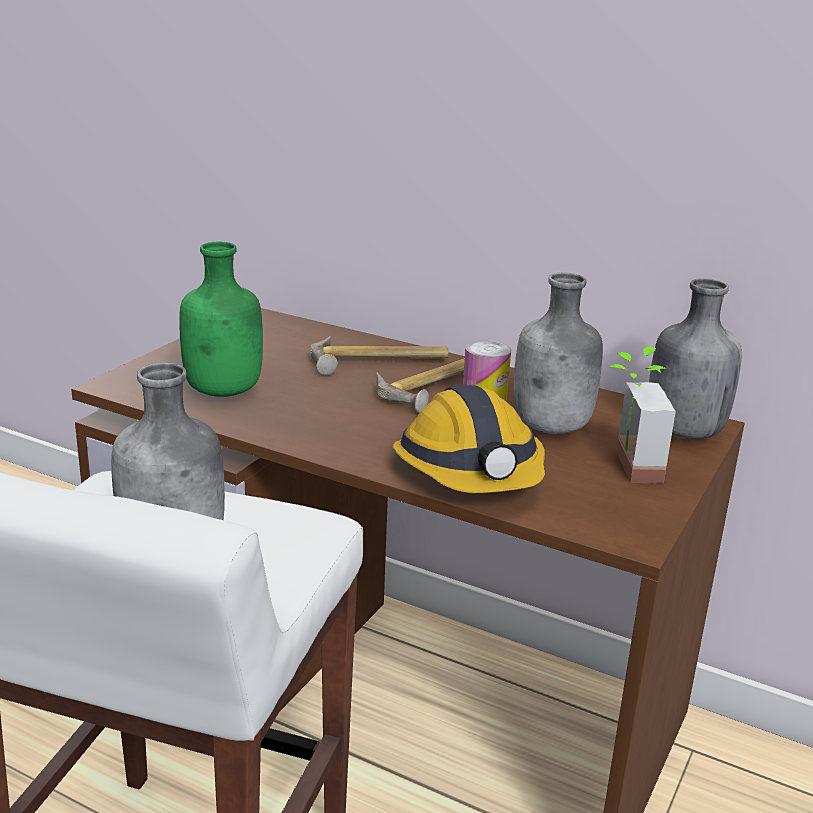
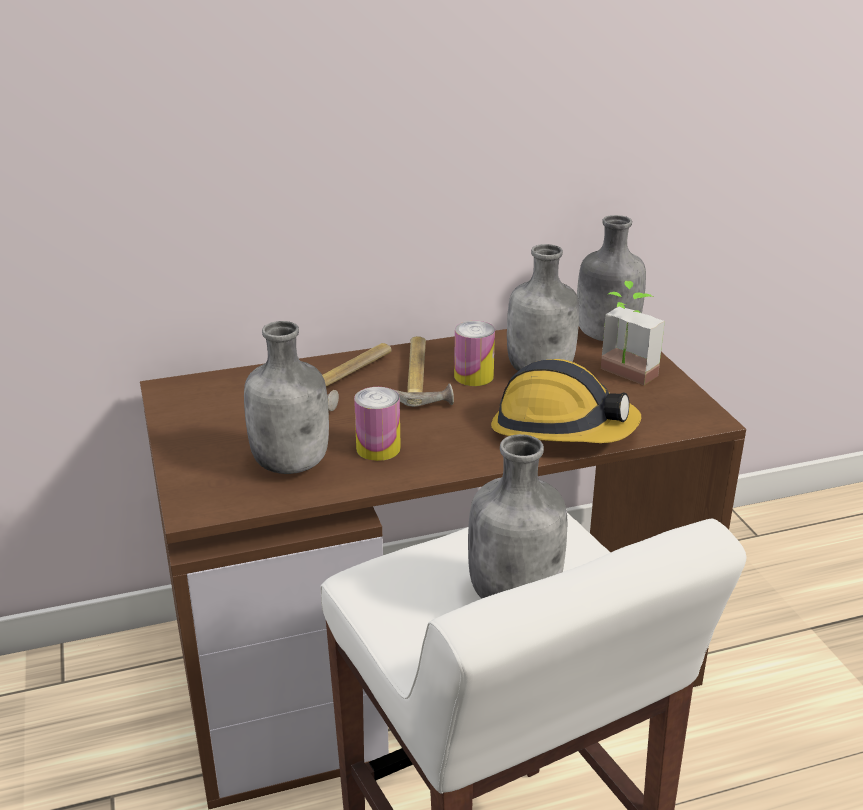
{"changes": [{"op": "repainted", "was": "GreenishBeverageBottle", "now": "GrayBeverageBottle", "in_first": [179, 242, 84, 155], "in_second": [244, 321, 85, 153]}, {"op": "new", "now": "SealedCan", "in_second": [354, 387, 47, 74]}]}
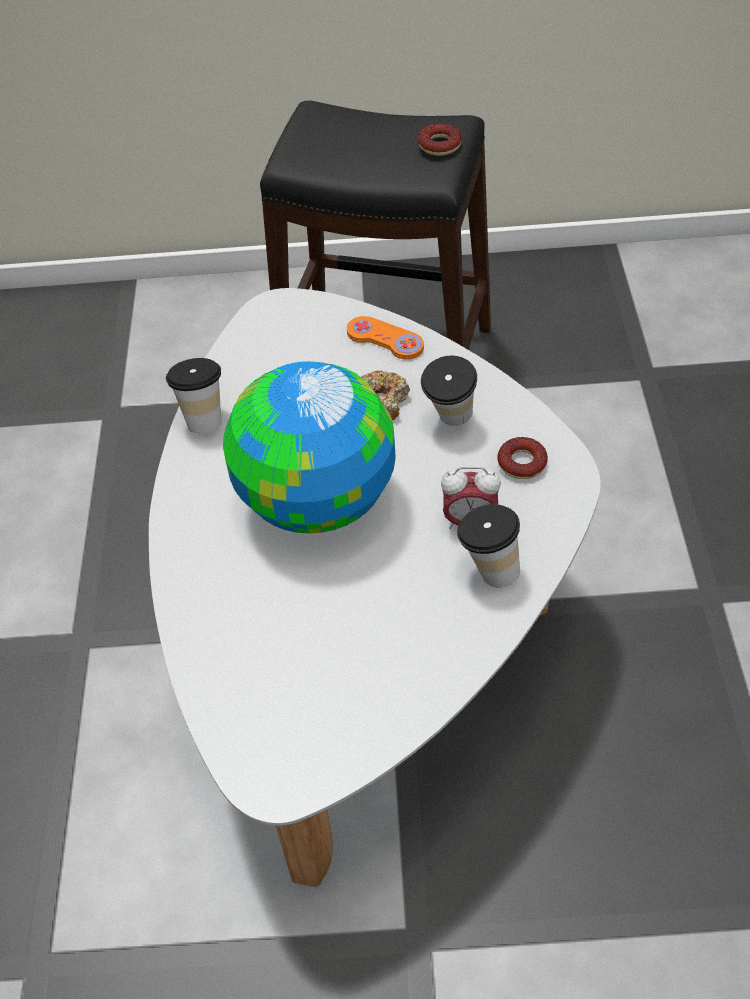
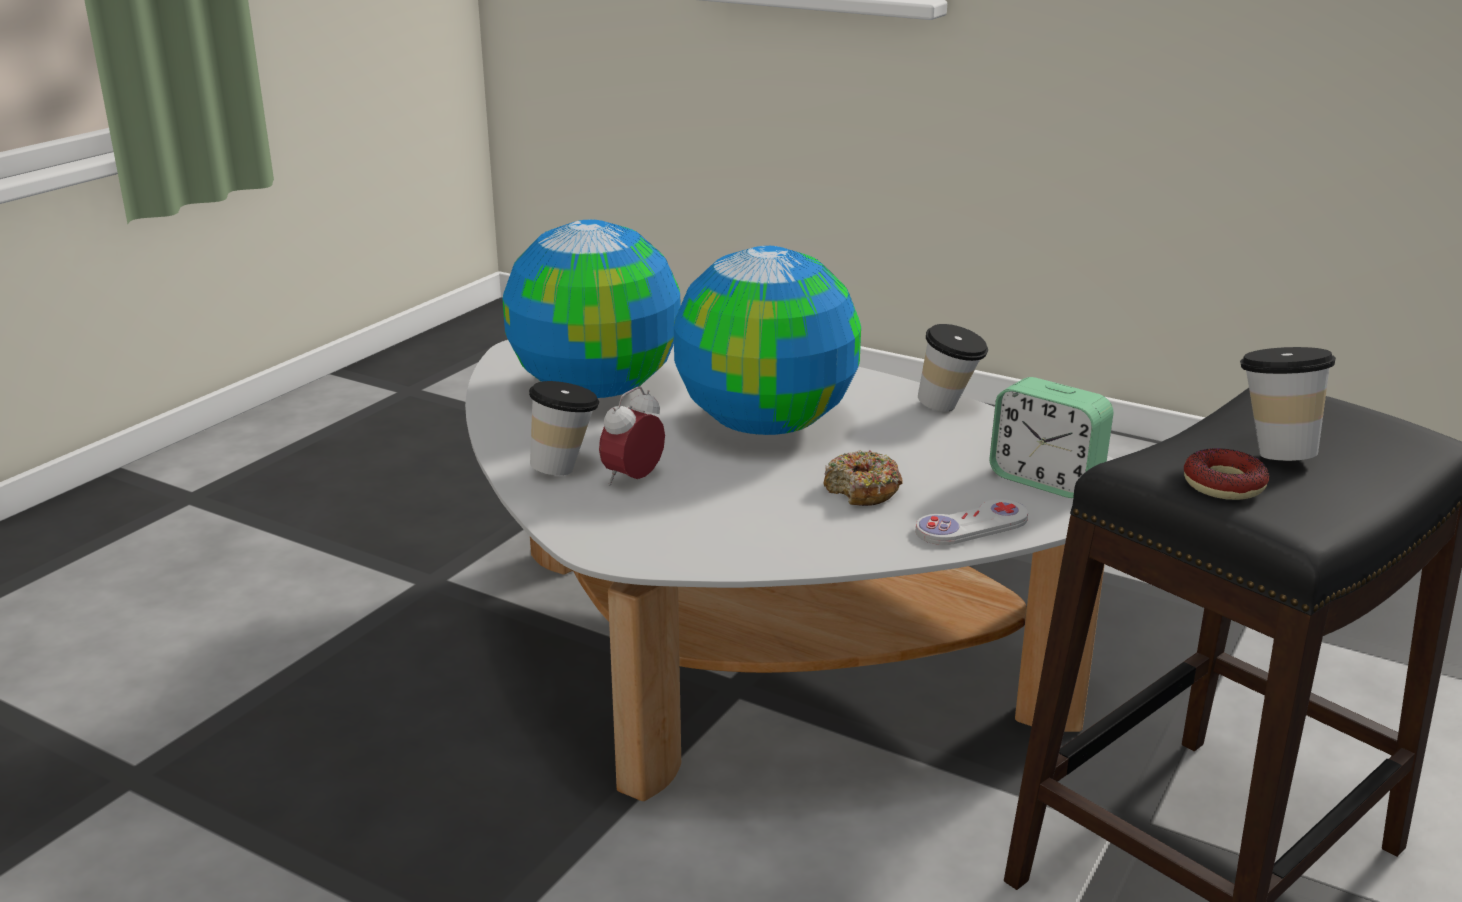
{"changes": [{"op": "new", "now": "DeskGlobe", "in_second": [503, 220, 177, 178]}, {"op": "repainted", "was": "OrangeyJoypad", "now": "WhitishJoypad", "in_first": [347, 316, 77, 43], "in_second": [916, 499, 112, 46]}, {"op": "new", "now": "BedsideClock", "in_second": [989, 377, 125, 121]}, {"op": "shifted", "was": "Cup", "in_first": [421, 355, 56, 71], "in_second": [1240, 347, 96, 114]}, {"op": "gone", "was": "Donut", "in_first": [497, 437, 51, 42]}]}
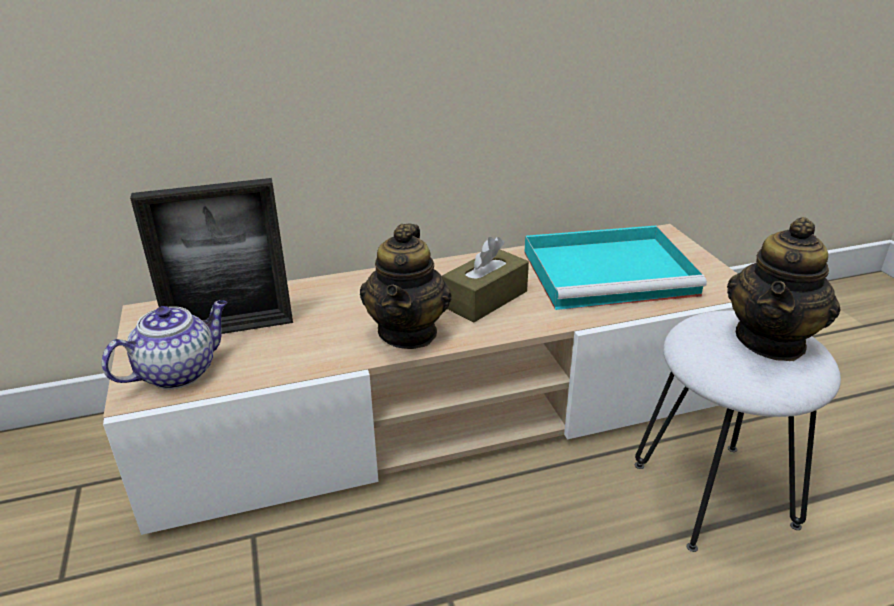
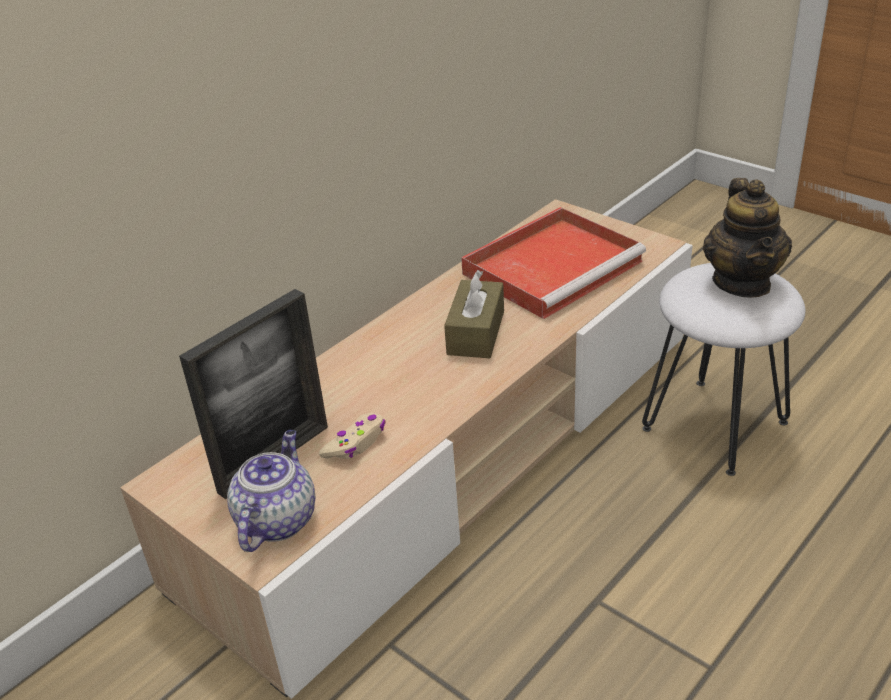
{"changes": [{"op": "new", "now": "BeigeJoypad", "in_second": [319, 413, 66, 46]}, {"op": "repainted", "was": "TurquoiseTray", "now": "RedColouredTray", "in_first": [524, 226, 183, 84], "in_second": [461, 207, 185, 112]}, {"op": "gone", "was": "PotForTea", "in_first": [360, 223, 92, 126]}]}
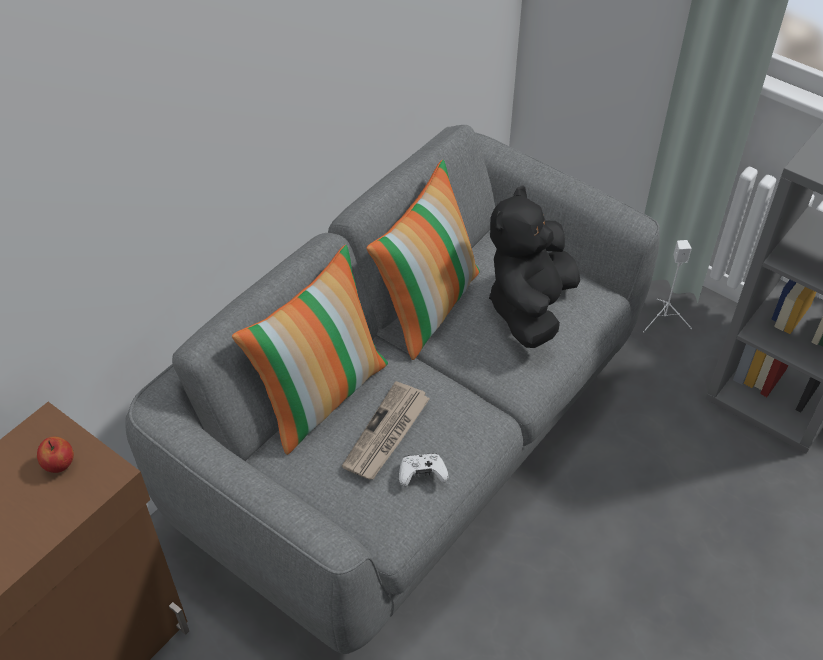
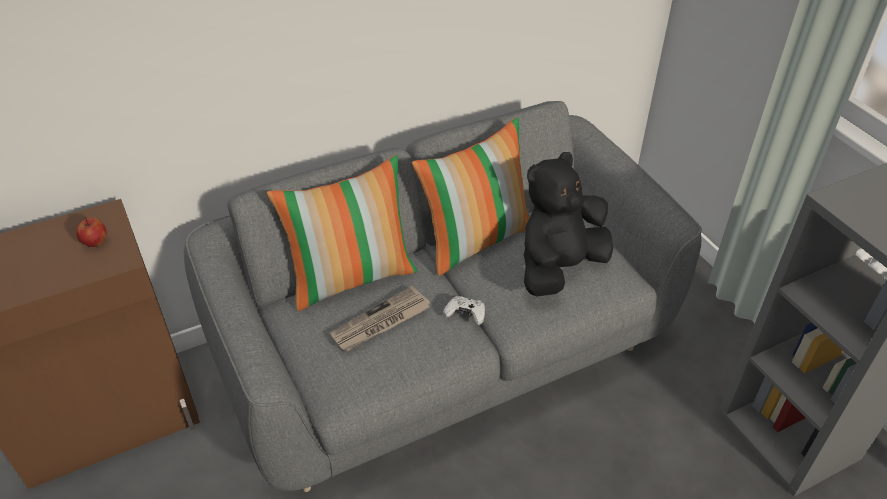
{"changes": [{"op": "shifted", "was": "WhitishJoypad", "in_first": [399, 453, 50, 34], "in_second": [443, 296, 42, 29]}, {"op": "gone", "was": "WhitishSpeaker", "in_first": [643, 240, 49, 92]}]}
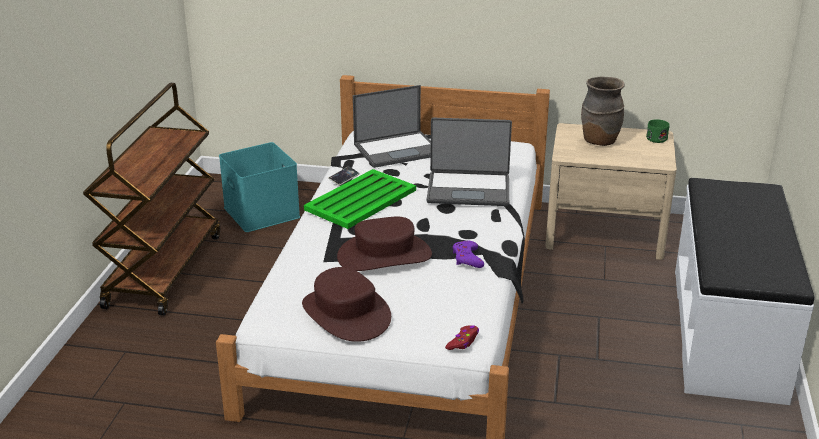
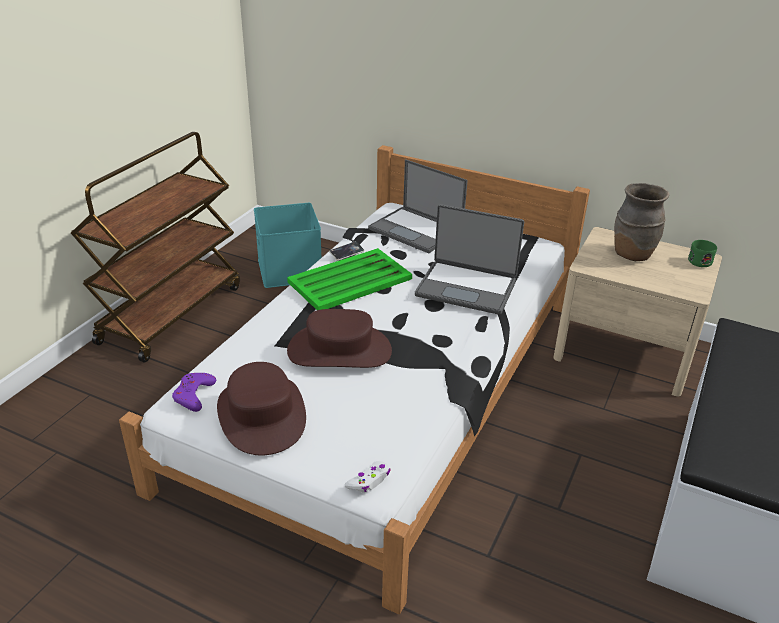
{"changes": [{"op": "shifted", "was": "PurpleColouredJoypad", "in_first": [453, 241, 31, 27], "in_second": [172, 373, 44, 39]}, {"op": "repainted", "was": "RedColouredJoypad", "now": "WhitishJoypad", "in_first": [445, 325, 34, 25], "in_second": [345, 461, 45, 31]}, {"op": "rotated", "was": "PortableComputer", "in_first": [353, 85, 78, 83], "in_second": [368, 159, 100, 94], "clockwise": 45}]}
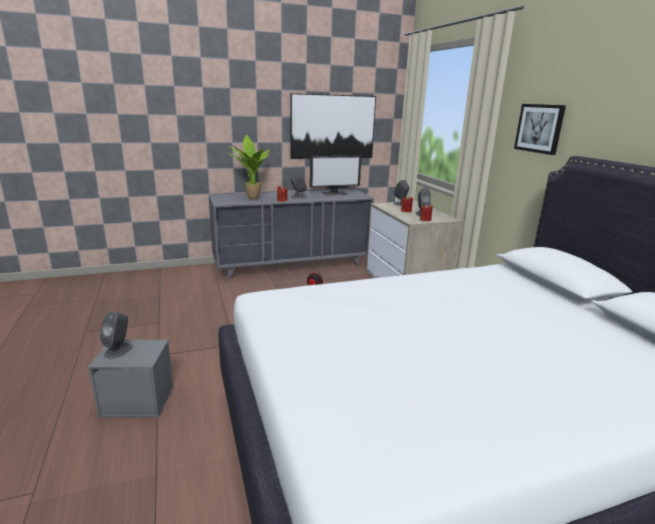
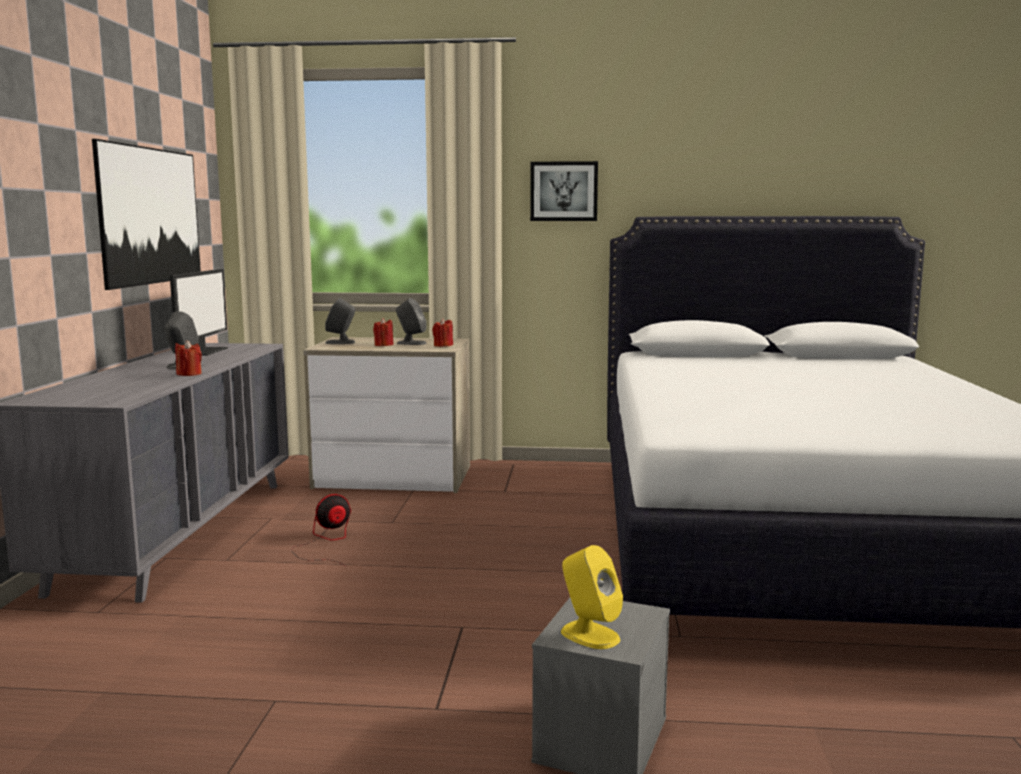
{"changes": [{"op": "repainted", "was": "GraySpeaker", "now": "YellowSpeaker", "in_first": [100, 312, 33, 47], "in_second": [561, 545, 62, 104]}, {"op": "gone", "was": "PottedPlant", "in_first": [228, 135, 42, 64]}]}
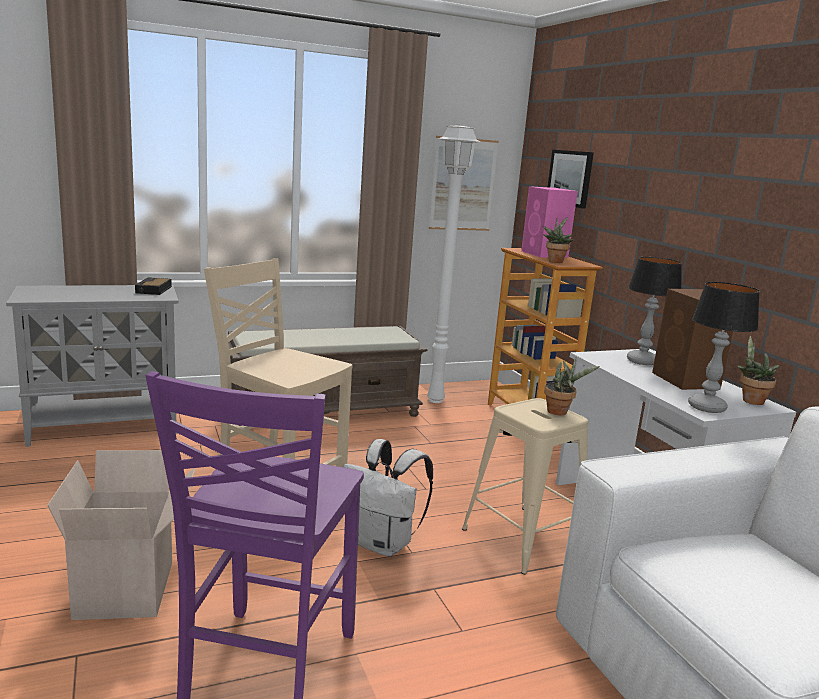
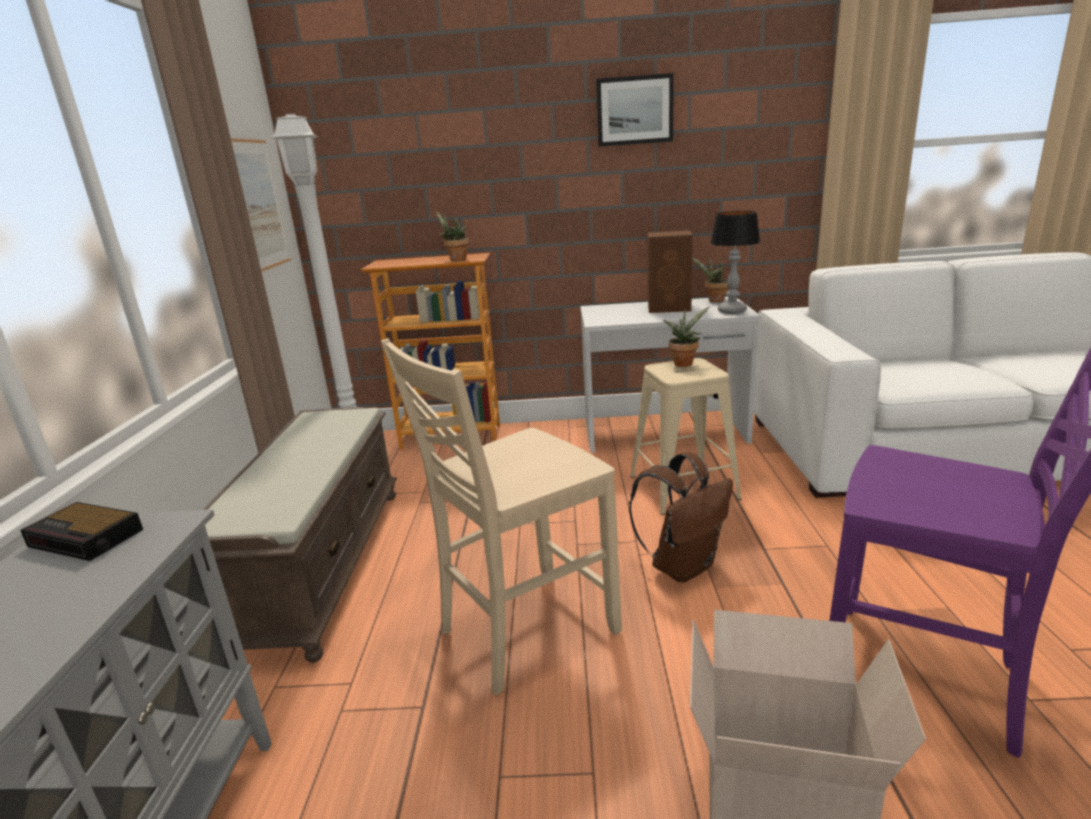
{"changes": [{"op": "shifted", "was": "WallPicture", "in_first": [548, 150, 46, 59], "in_second": [596, 73, 78, 74]}, {"op": "repainted", "was": "WhitishRucksack", "now": "BrownRucksack", "in_first": [344, 439, 89, 117], "in_second": [629, 452, 104, 130]}, {"op": "gone", "was": "PinkColouredSpeaker", "in_first": [521, 186, 57, 72]}, {"op": "gone", "was": "TabletopLamp", "in_first": [627, 257, 55, 108]}]}
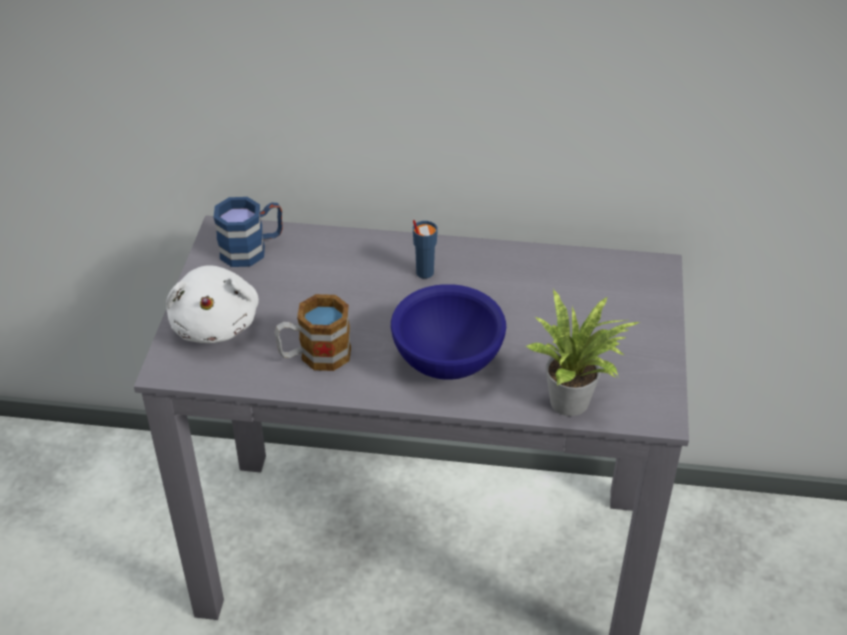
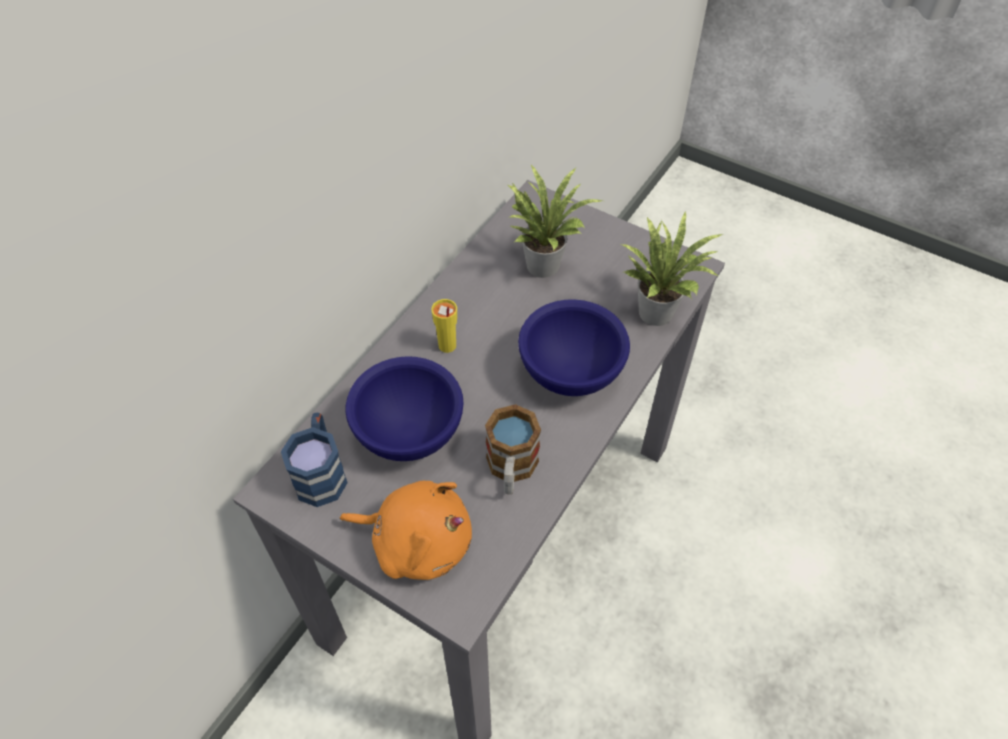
{"changes": [{"op": "repainted", "was": "WhitishSoftToy", "now": "OrangeySoftToy", "in_first": [166, 265, 93, 78], "in_second": [340, 481, 132, 99]}, {"op": "new", "now": "BluishServingBowl", "in_second": [345, 356, 119, 105]}, {"op": "repainted", "was": "BluishCup", "now": "YellowCup", "in_first": [413, 220, 25, 59], "in_second": [431, 299, 26, 54]}, {"op": "new", "now": "PottedPlant", "in_second": [507, 165, 96, 113]}]}
